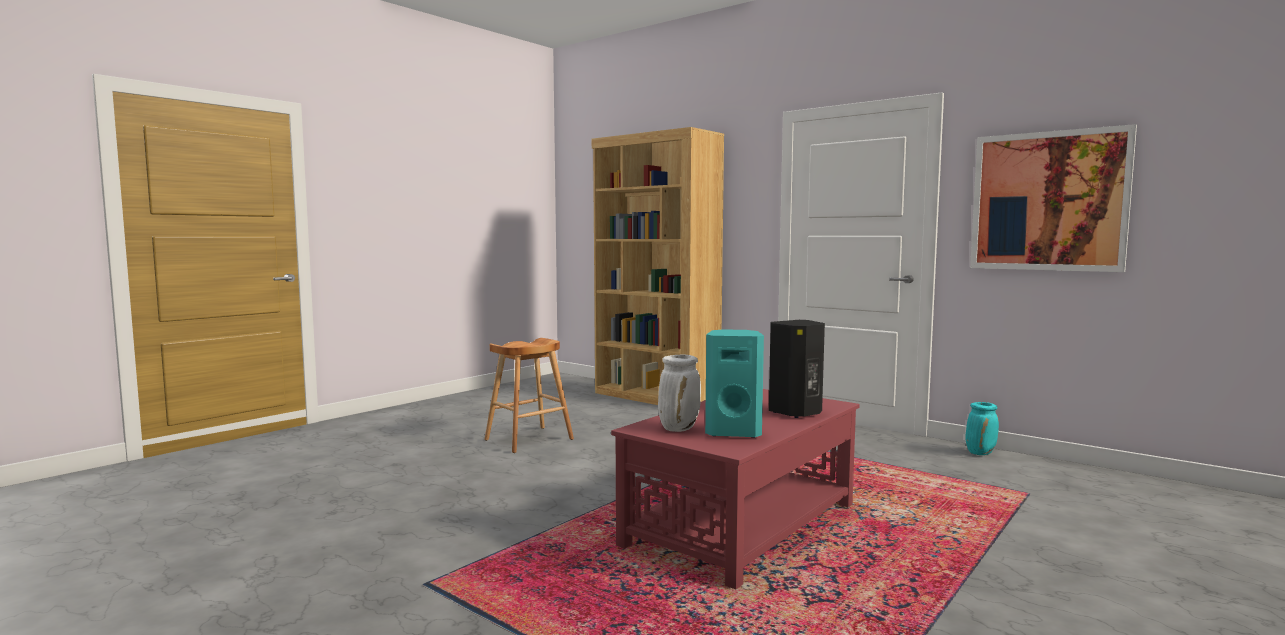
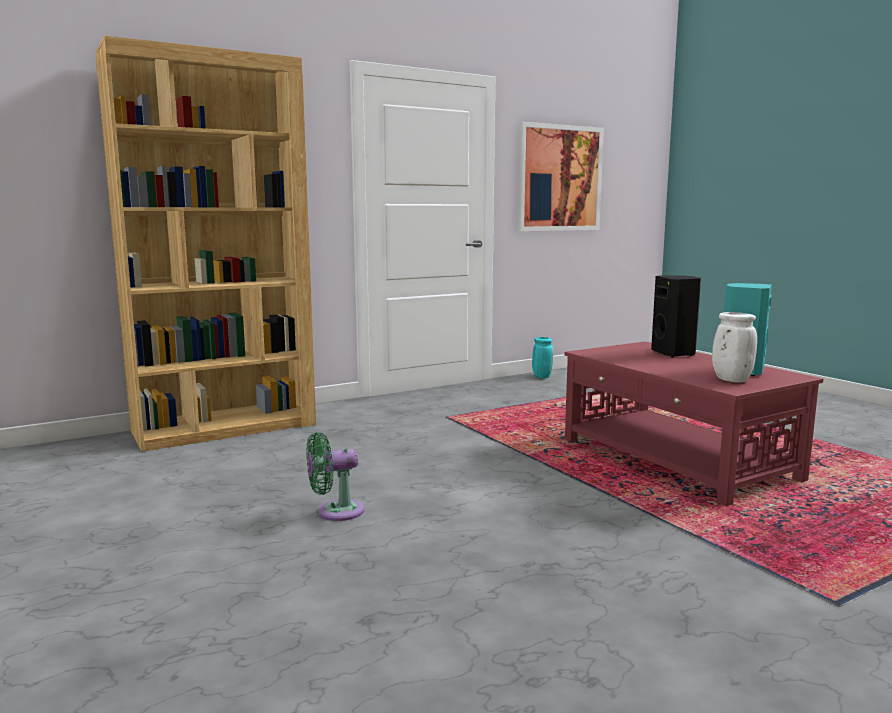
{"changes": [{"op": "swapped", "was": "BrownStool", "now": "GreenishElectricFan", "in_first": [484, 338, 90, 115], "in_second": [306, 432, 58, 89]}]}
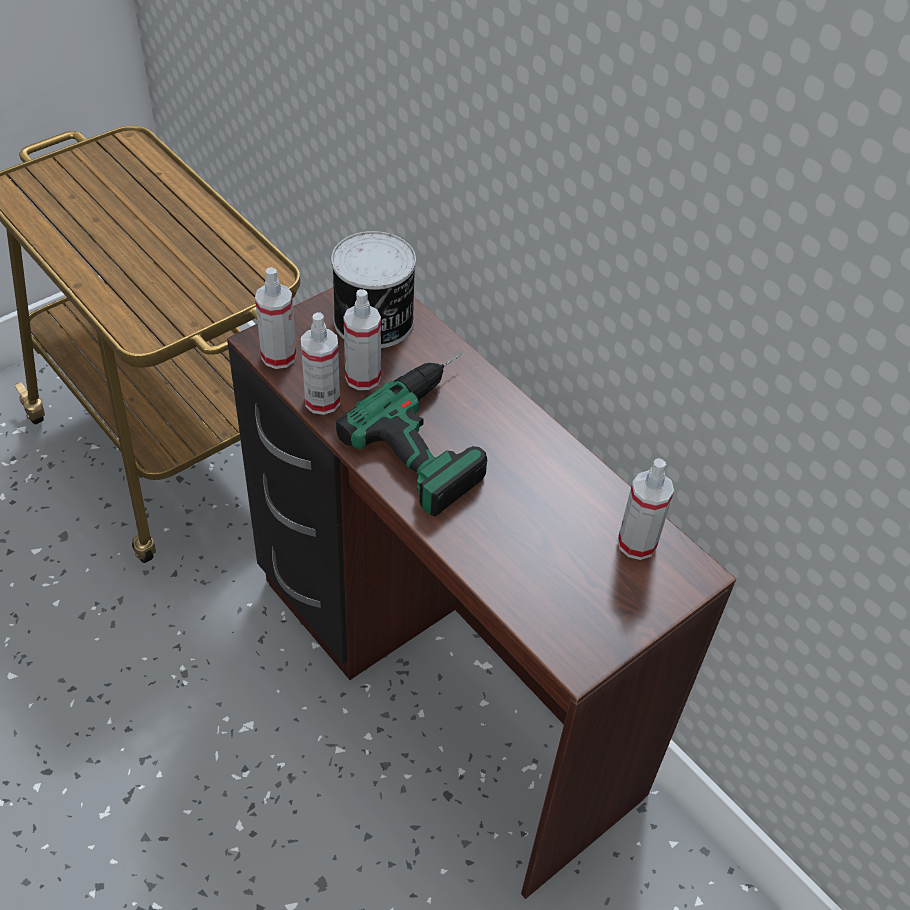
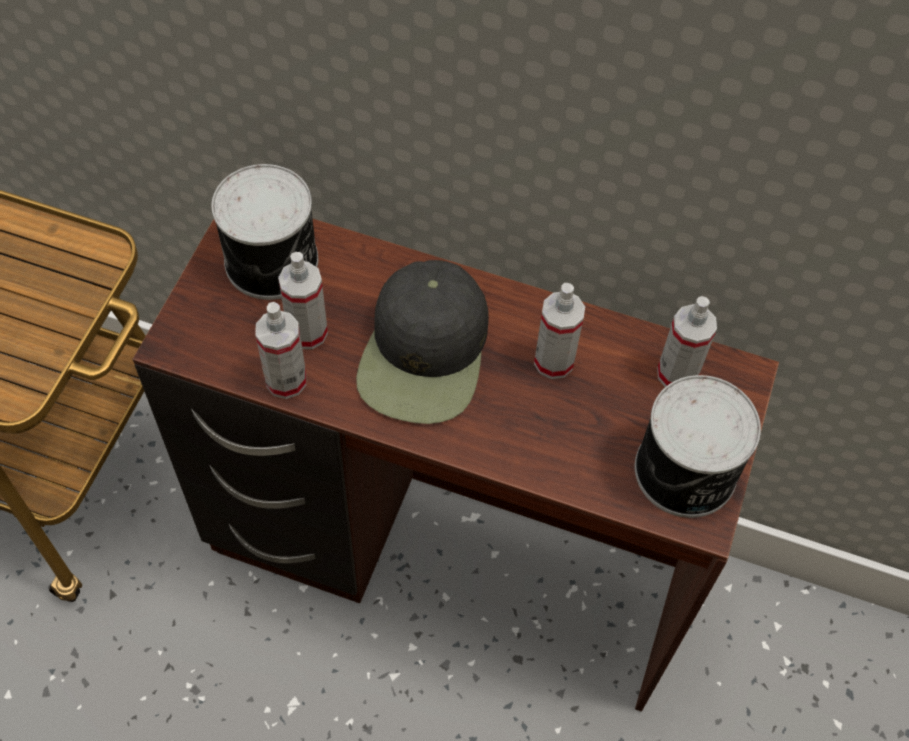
{"changes": [{"op": "swapped", "was": "ElectricDrill", "now": "BlackBaseballCap", "in_first": [336, 352, 151, 164], "in_second": [356, 260, 133, 164]}, {"op": "shifted", "was": "SprayBottle", "in_first": [255, 267, 41, 102], "in_second": [534, 283, 51, 96]}, {"op": "new", "now": "SealedCan", "in_second": [635, 375, 126, 143]}]}
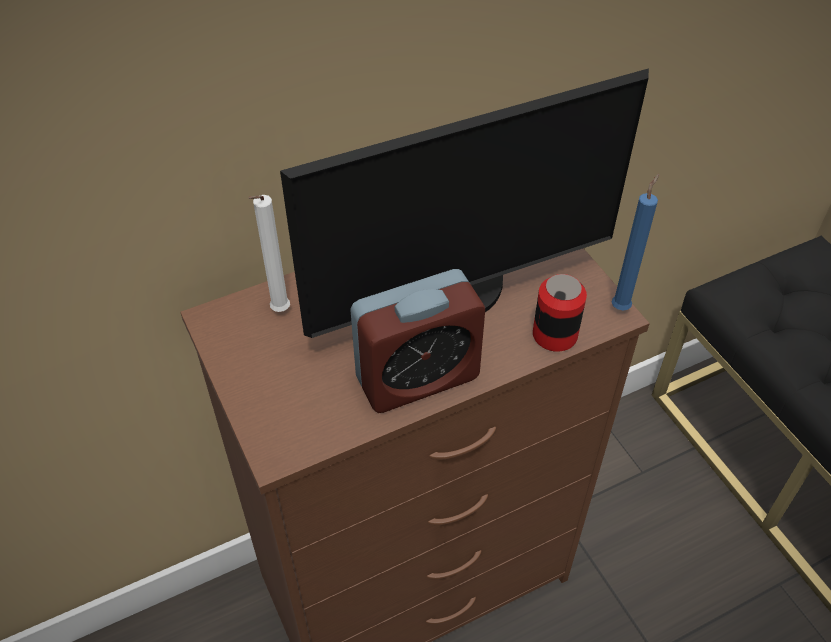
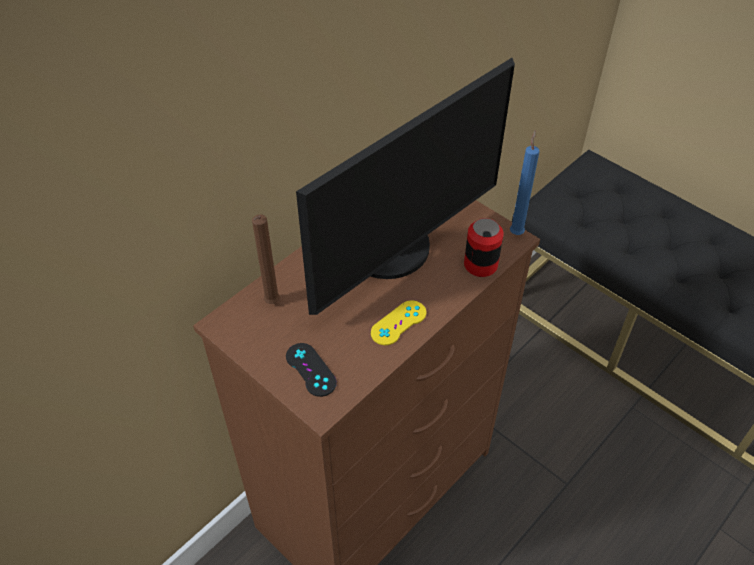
{"changes": [{"op": "repainted", "was": "WhitishWaxLight", "now": "BrownWaxLight", "in_first": [248, 195, 42, 117], "in_second": [252, 214, 28, 90]}, {"op": "new", "now": "BlackJoypad", "in_second": [286, 343, 51, 54]}, {"op": "swapped", "was": "BedsideClock", "now": "YellowJoypad", "in_first": [351, 269, 134, 144], "in_second": [370, 300, 56, 45]}]}
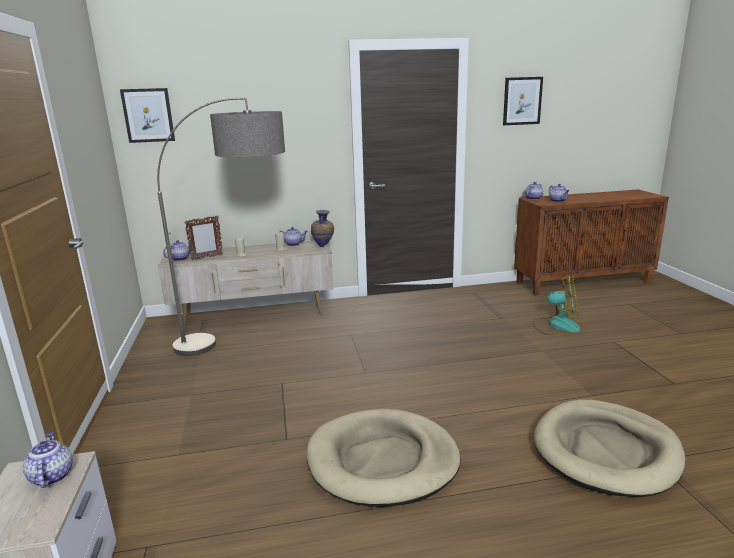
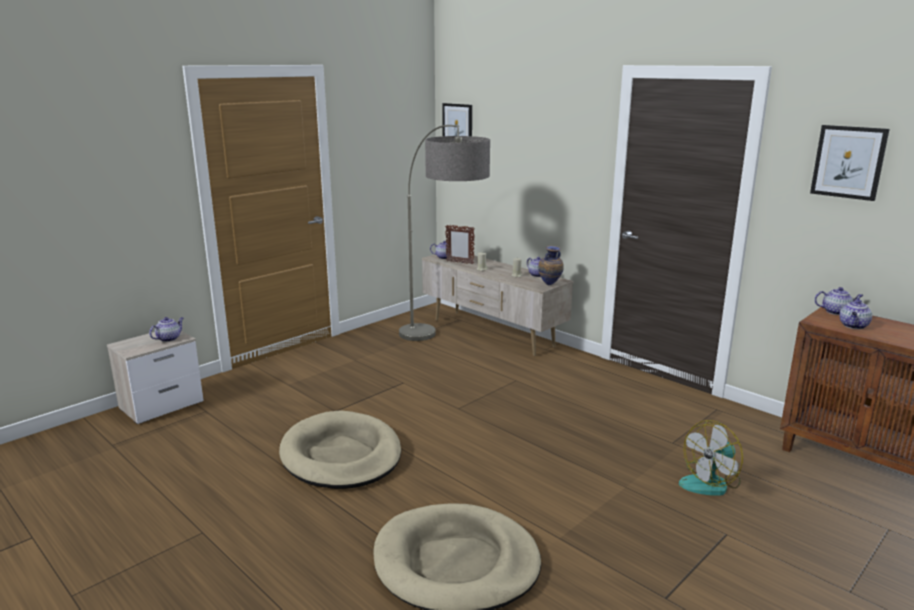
{"changes": [{"op": "rotated", "was": "ElectricFan", "in_first": [532, 275, 48, 61], "in_second": [679, 420, 64, 76], "clockwise": 75}]}
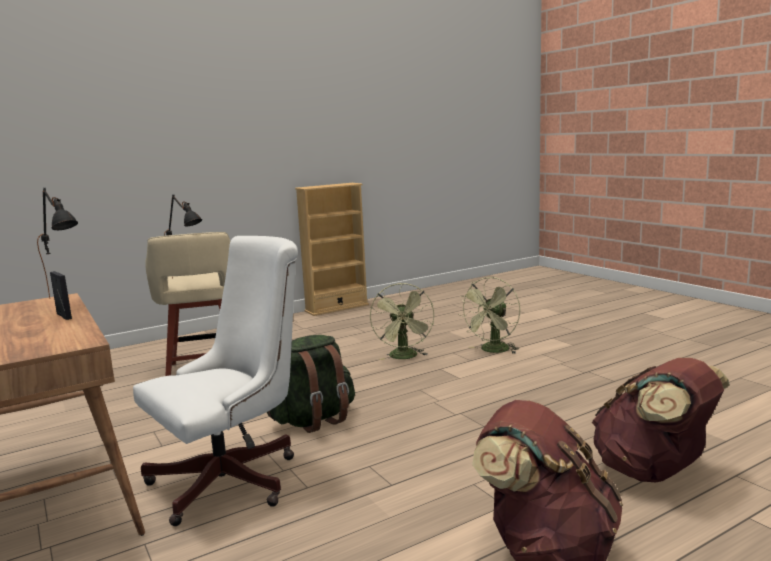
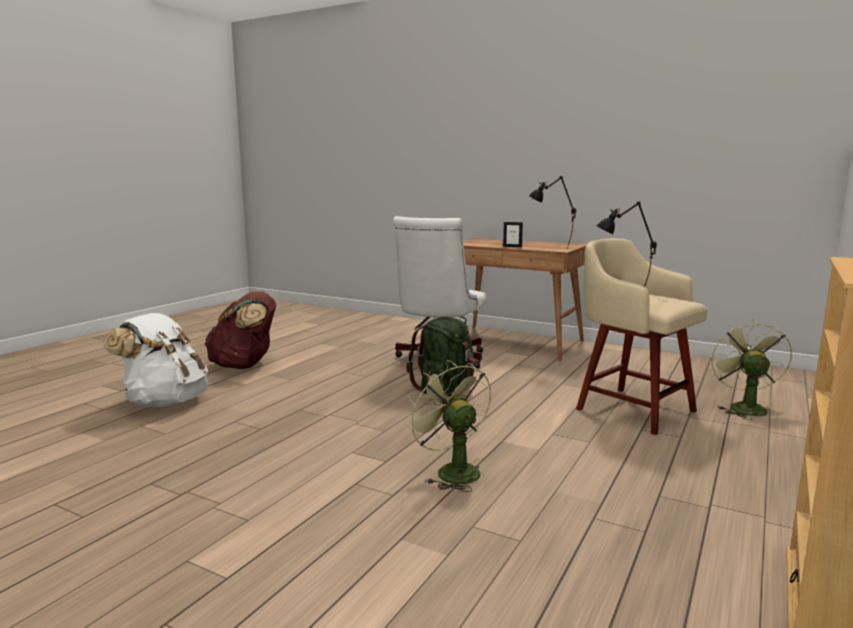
{"changes": [{"op": "repainted", "was": "BrownRucksack", "now": "WhitishRucksack", "in_first": [592, 358, 138, 124], "in_second": [104, 313, 104, 94]}, {"op": "shifted", "was": "GreenishElectricFan", "in_first": [458, 277, 62, 77], "in_second": [709, 319, 83, 101]}]}
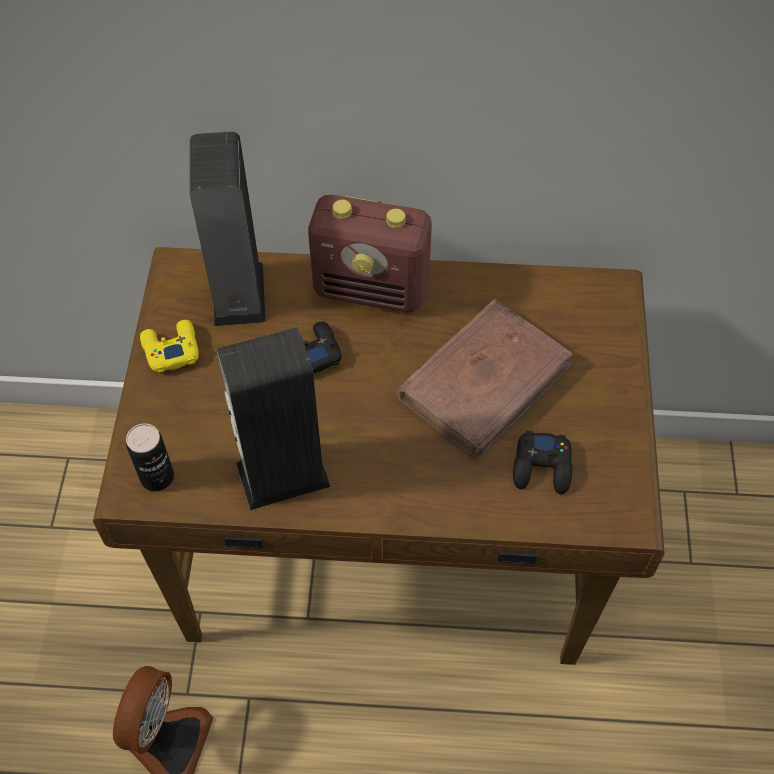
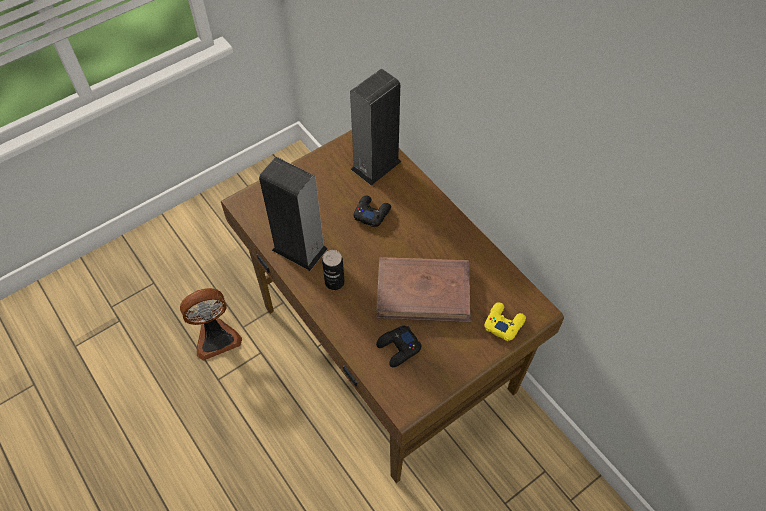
{"changes": [{"op": "shifted", "was": "SealedCan", "in_first": [126, 423, 48, 68], "in_second": [322, 250, 23, 40]}, {"op": "shifted", "was": "YellowJoypad", "in_first": [140, 320, 59, 53], "in_second": [485, 302, 41, 39]}, {"op": "gone", "was": "RadioSet", "in_first": [308, 195, 124, 118]}]}
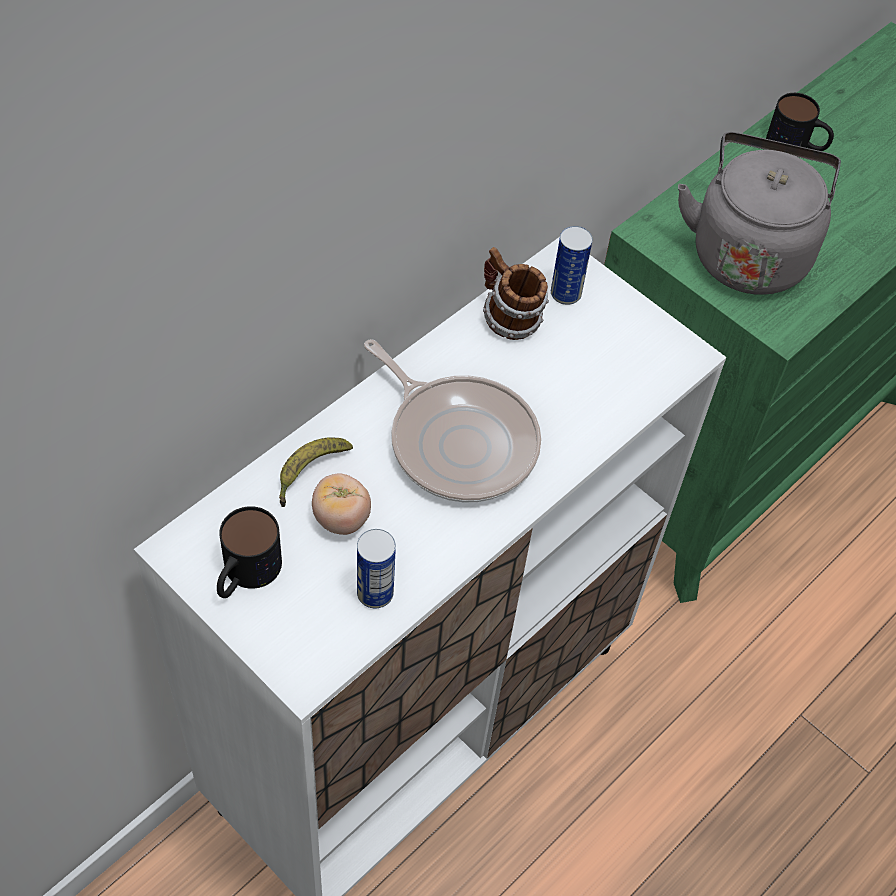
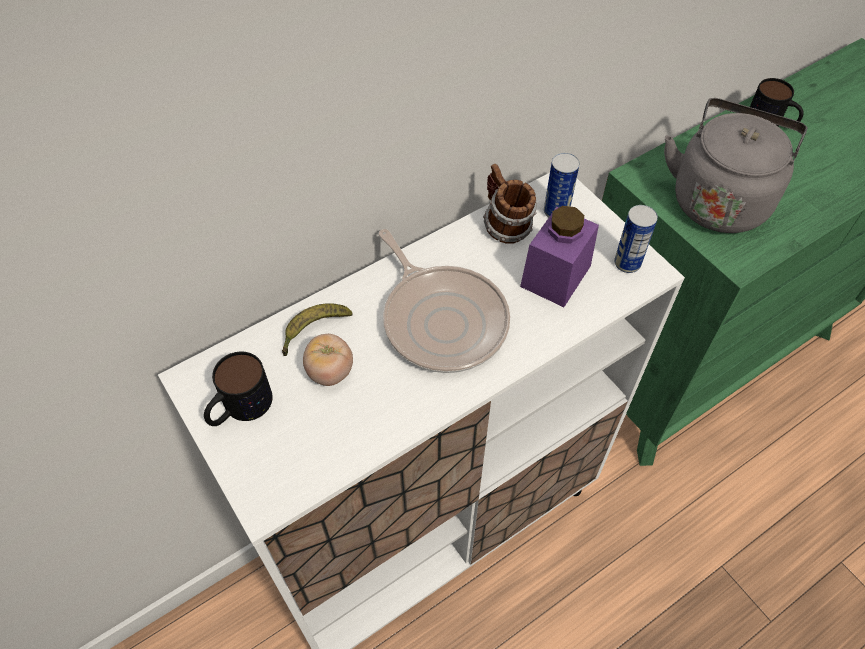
{"changes": [{"op": "new", "now": "PurpleColouredStorageJar", "in_second": [520, 206, 79, 101]}, {"op": "shifted", "was": "SealedCan", "in_first": [357, 529, 39, 79], "in_second": [614, 205, 44, 68]}]}
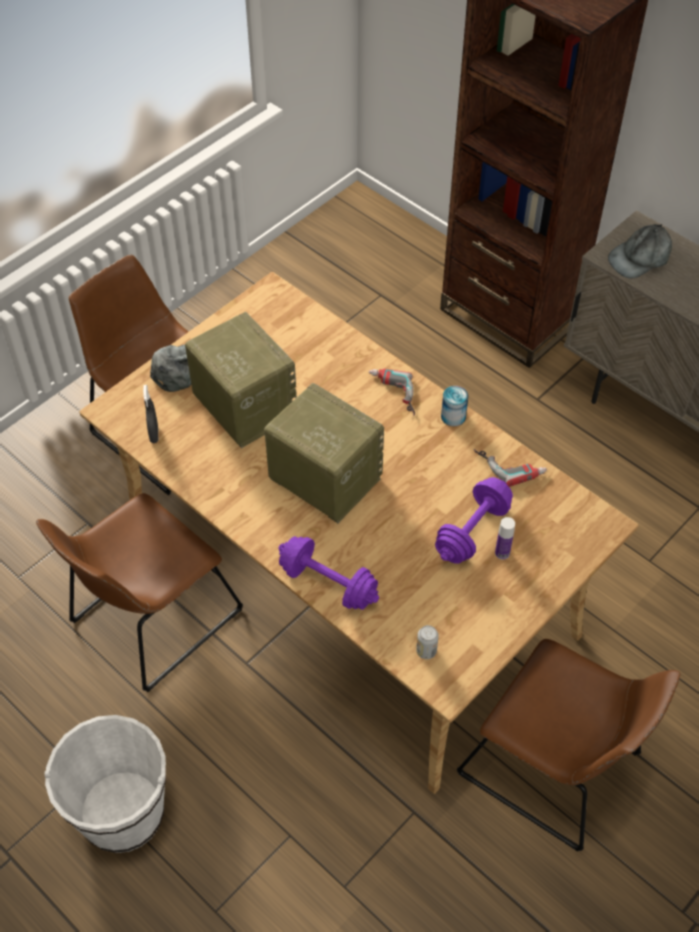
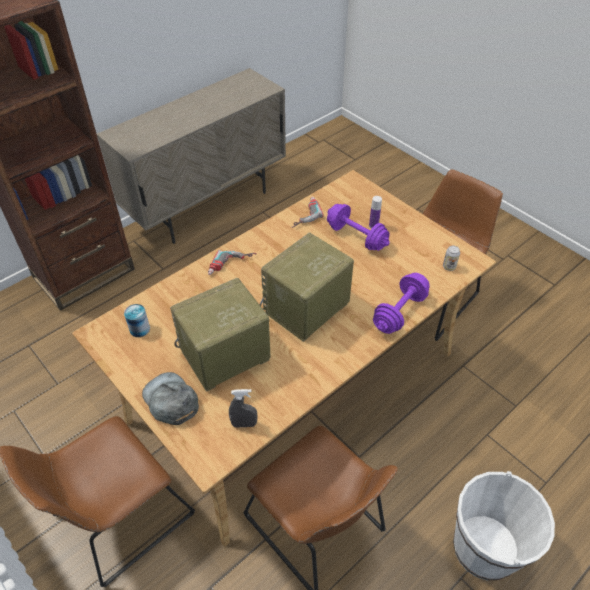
{"changes": [{"op": "shifted", "was": "SealedCan", "in_first": [441, 386, 27, 40], "in_second": [124, 304, 26, 33]}, {"op": "gone", "was": "GrayBaseballCap", "in_first": [608, 224, 64, 55]}]}
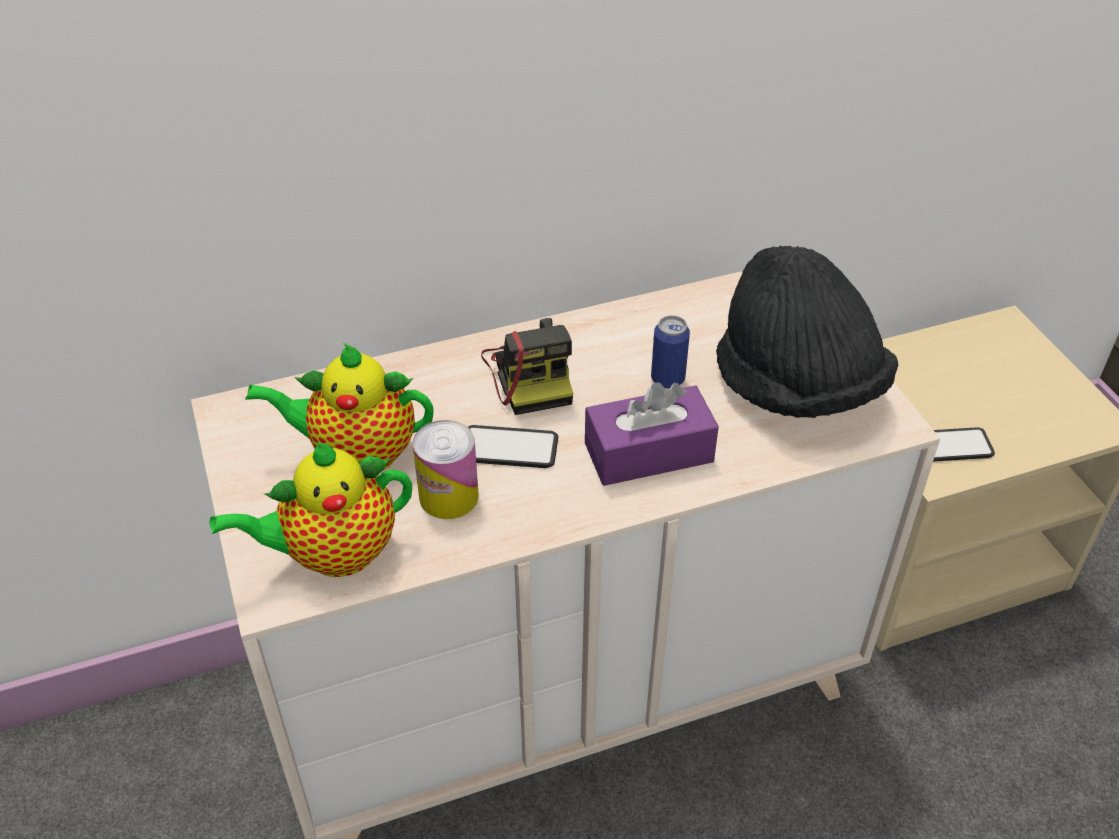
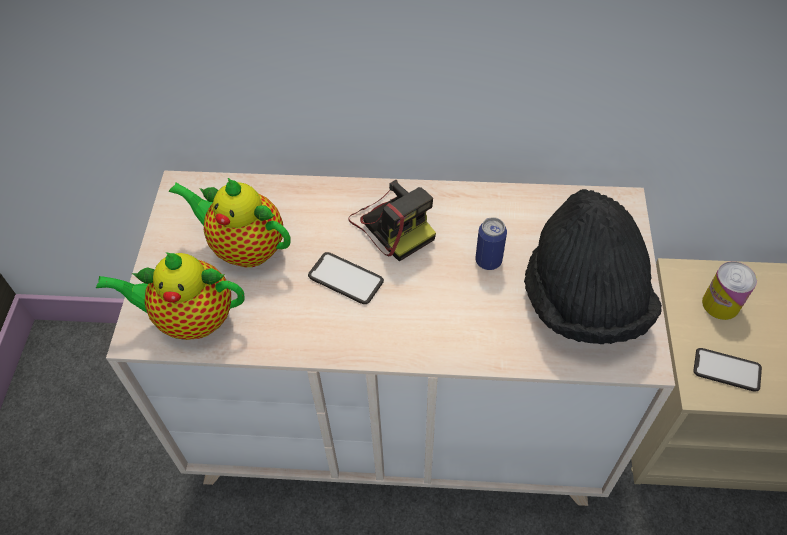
{"changes": [{"op": "rotated", "was": "PhotoCamera", "in_first": [481, 318, 92, 97], "in_second": [348, 180, 88, 82], "clockwise": -45}, {"op": "shifted", "was": "SealedCan", "in_first": [413, 420, 66, 99], "in_second": [702, 261, 55, 59]}, {"op": "gone", "was": "PurpleColouredTissueHolder", "in_first": [585, 382, 134, 104]}]}
